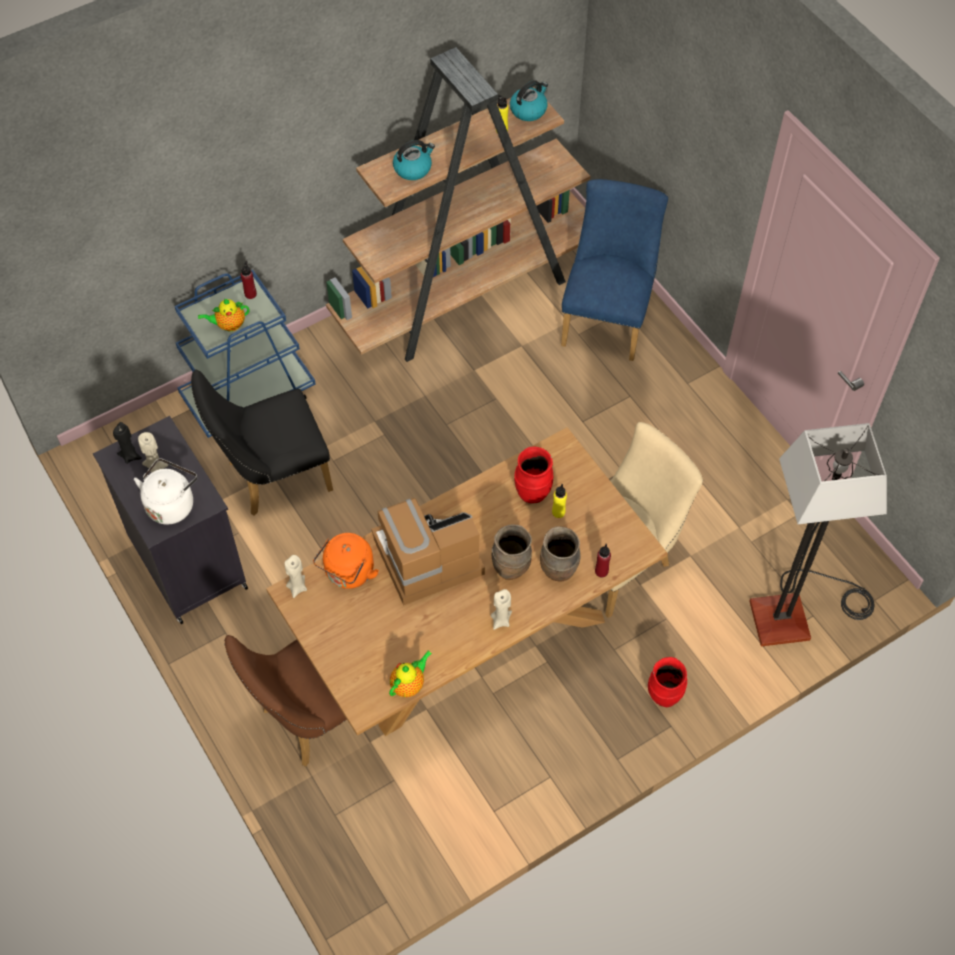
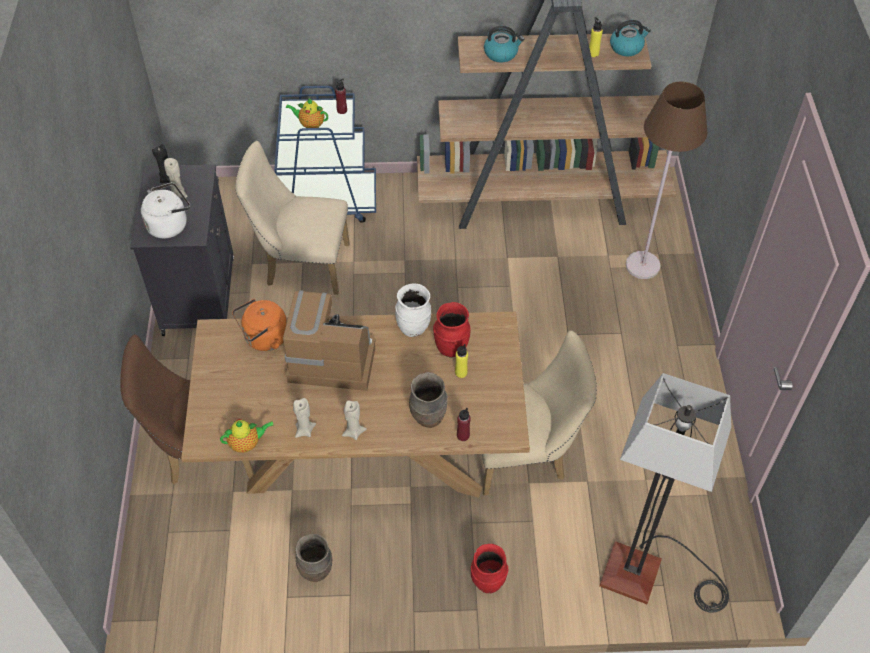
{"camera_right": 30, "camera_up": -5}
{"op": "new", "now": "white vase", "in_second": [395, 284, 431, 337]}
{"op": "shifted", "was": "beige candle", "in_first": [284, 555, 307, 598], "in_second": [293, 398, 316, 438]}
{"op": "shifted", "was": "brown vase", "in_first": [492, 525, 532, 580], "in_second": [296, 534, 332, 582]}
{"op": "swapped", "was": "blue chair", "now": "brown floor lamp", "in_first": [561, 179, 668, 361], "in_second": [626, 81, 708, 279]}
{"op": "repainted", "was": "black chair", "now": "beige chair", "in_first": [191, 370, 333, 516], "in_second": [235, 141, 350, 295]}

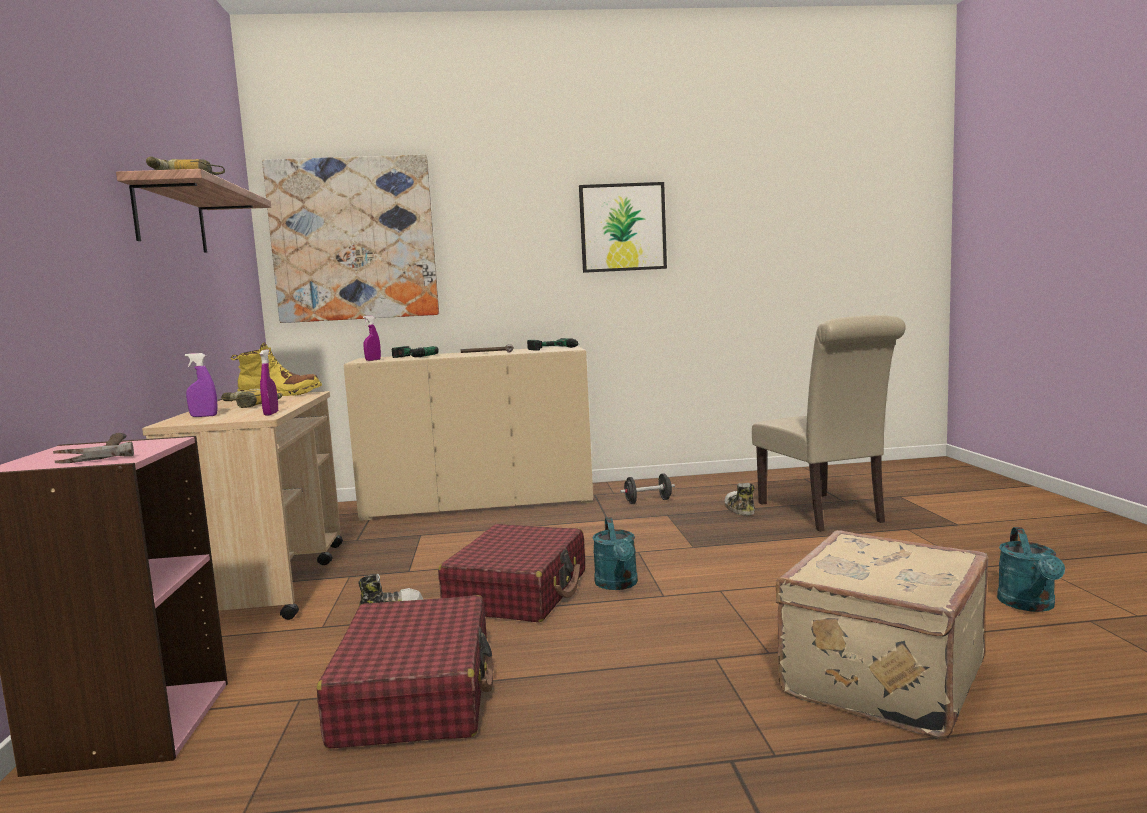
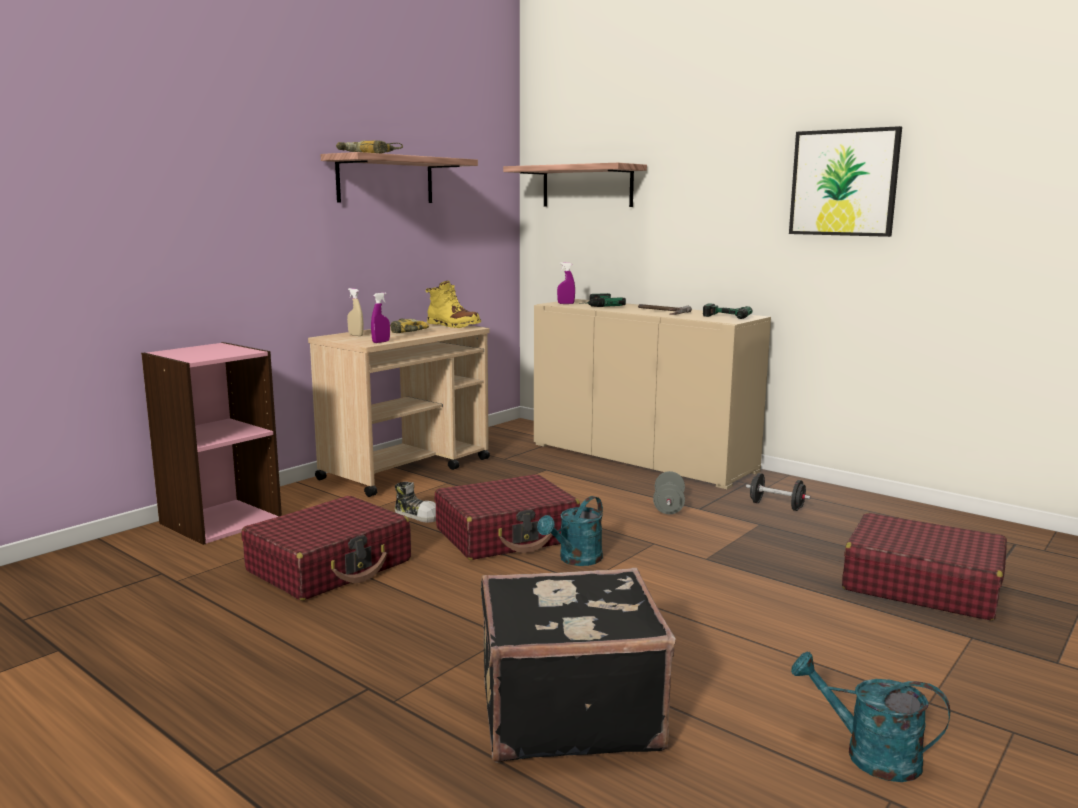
{"camera_right": 45, "camera_up": 5}
{"op": "gone", "was": "hammer", "in_first": [53, 433, 134, 463]}
{"op": "gone", "was": "shoe", "in_first": [724, 483, 755, 515]}
{"op": "new", "now": "grey dumbbell", "in_second": [653, 471, 685, 514]}
{"op": "swapped", "was": "picture", "now": "shelf", "in_first": [262, 154, 439, 323], "in_second": [503, 163, 647, 207]}
{"op": "swapped", "was": "beige chair", "now": "red suitcase", "in_first": [752, 315, 906, 532], "in_second": [842, 513, 1007, 620]}
{"op": "repainted", "was": "purple spray bottle", "now": "beige spray bottle", "in_first": [185, 353, 217, 417], "in_second": [347, 288, 364, 336]}
{"op": "repainted", "was": "beige suitcase", "now": "black suitcase", "in_first": [776, 530, 989, 738], "in_second": [481, 567, 676, 763]}
{"op": "rotated", "was": "turquoise watering can", "in_first": [997, 527, 1065, 612], "in_second": [791, 651, 950, 782], "clockwise": 60}

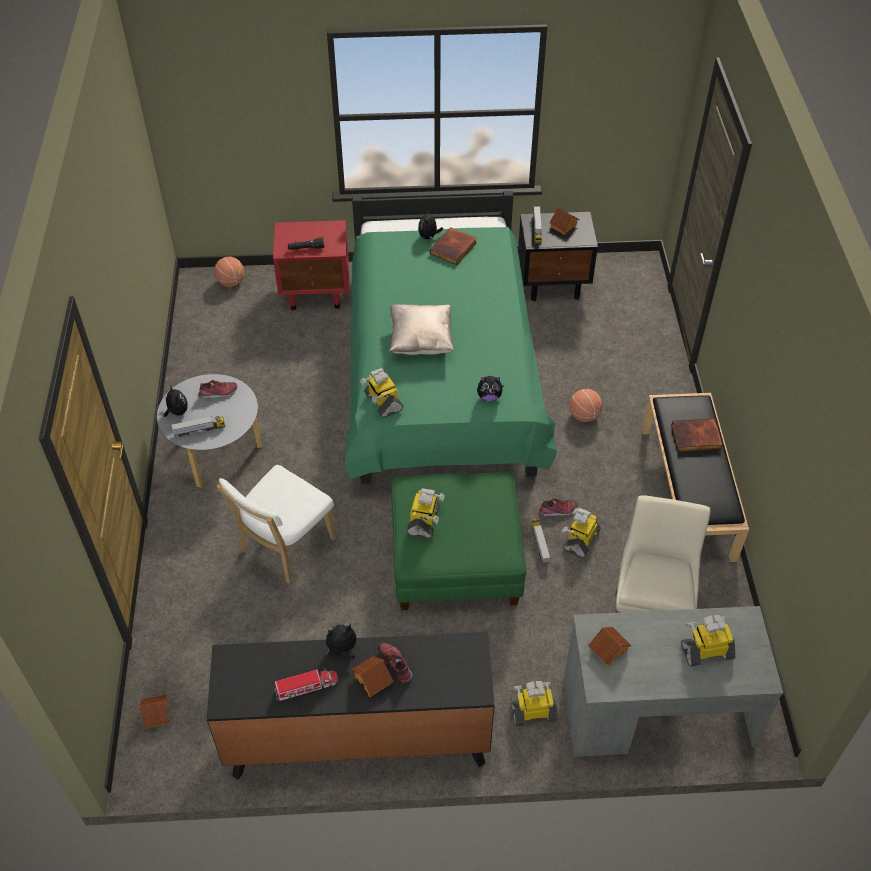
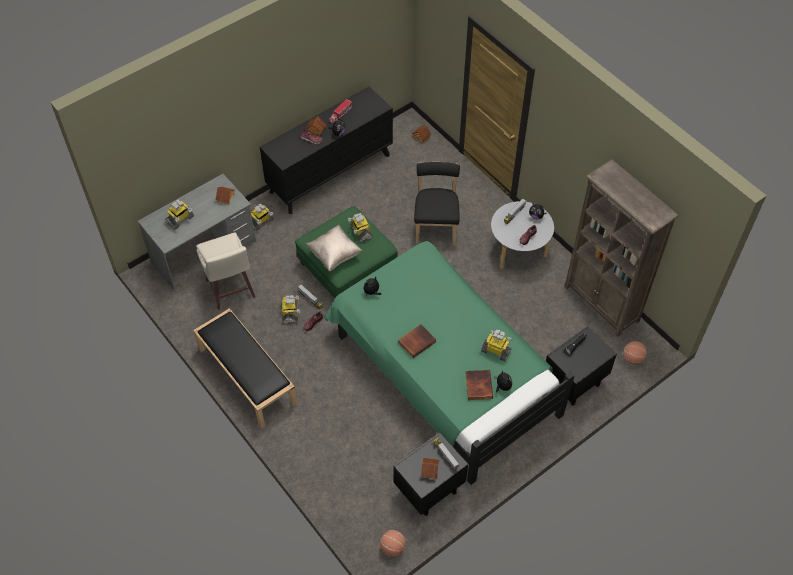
{"camera_right": 145, "camera_up": 5}
{"op": "new", "now": "brown bookcase", "in_second": [564, 160, 679, 337]}
{"op": "shifted", "was": "toy robot", "in_first": [360, 368, 403, 418], "in_second": [481, 330, 512, 362]}
{"op": "shifted", "was": "beige pillow", "in_first": [389, 304, 454, 355], "in_second": [306, 225, 363, 271]}
{"op": "shifted", "was": "basketball", "in_first": [569, 389, 603, 422], "in_second": [380, 530, 406, 557]}
{"op": "shifted", "was": "book", "in_first": [671, 418, 723, 452], "in_second": [398, 324, 436, 358]}
{"op": "repainted", "was": "white chair", "now": "black chair", "in_first": [217, 465, 336, 583], "in_second": [414, 162, 460, 245]}
{"op": "repainted", "was": "red nightstand", "now": "black nightstand", "in_first": [273, 220, 349, 310], "in_second": [546, 326, 617, 405]}

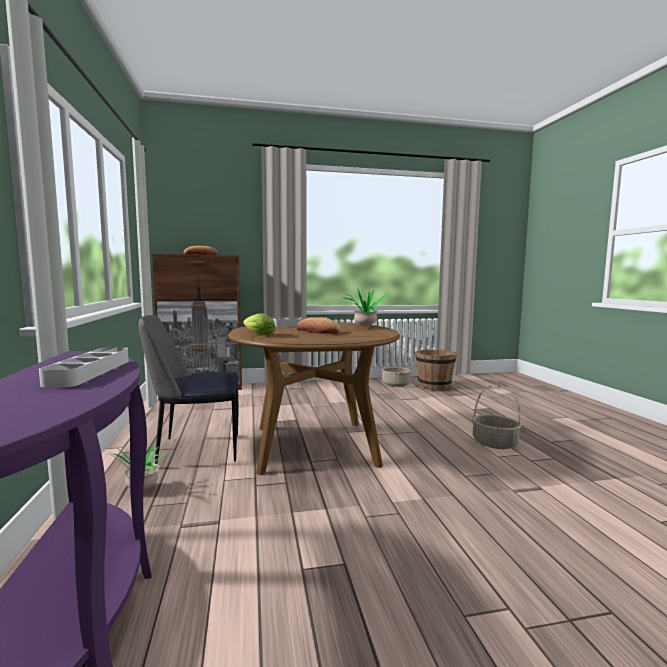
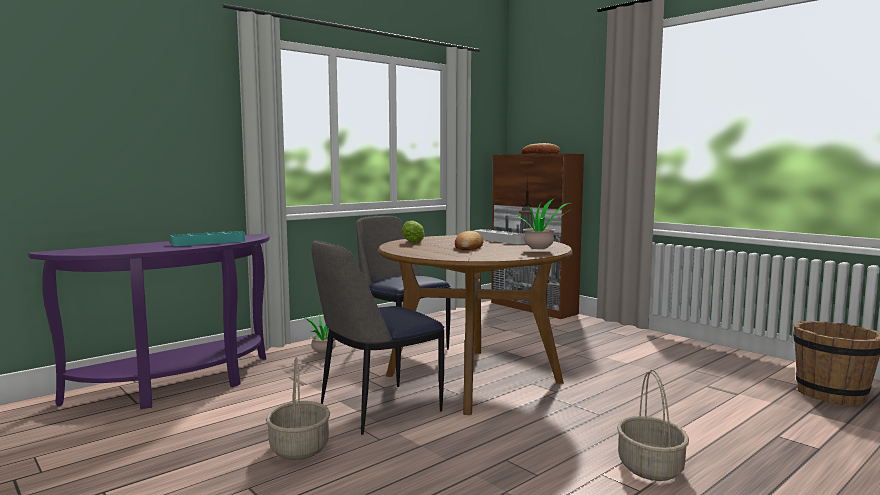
{"camera_right": 60, "camera_up": 0}
{"op": "new", "now": "chair", "in_second": [311, 240, 444, 435]}
{"op": "shifted", "was": "basket", "in_first": [382, 346, 412, 387], "in_second": [266, 357, 330, 460]}
{"op": "repainted", "was": "grey tray", "now": "turquoise tray", "in_first": [39, 347, 129, 388], "in_second": [171, 231, 245, 246]}

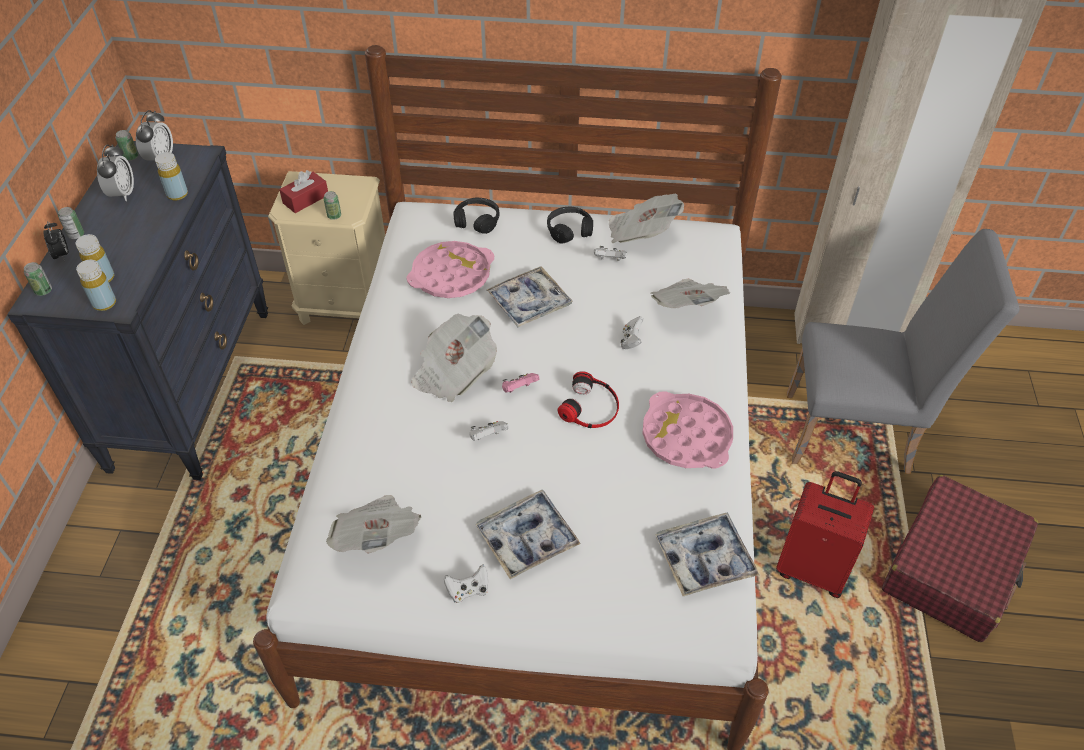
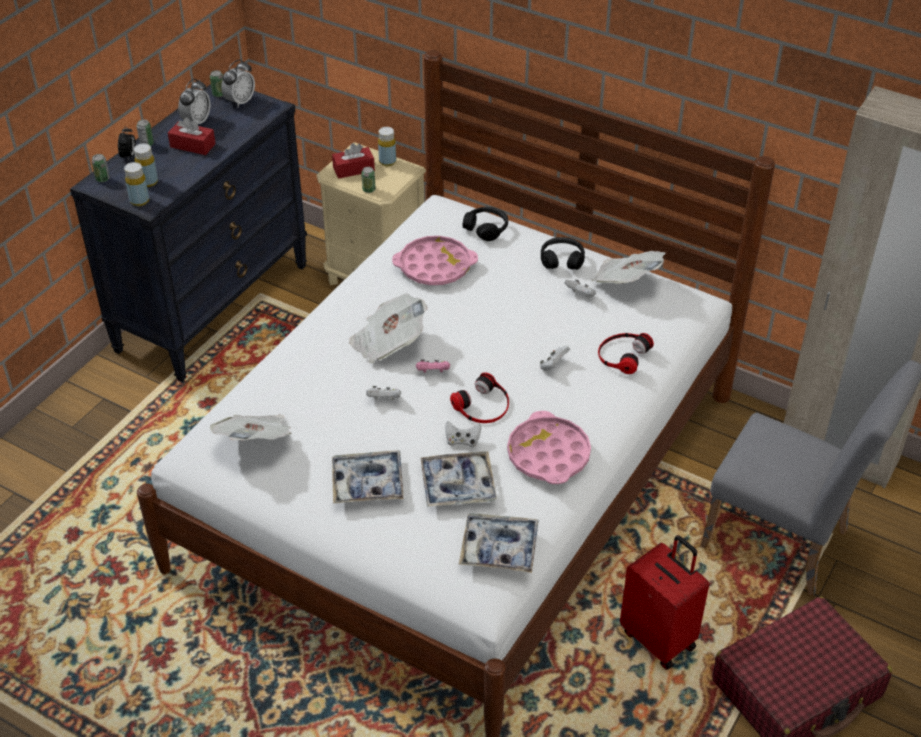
{"camera_right": 25, "camera_up": -5}
{"op": "new", "now": "red tissue box", "in_second": [168, 117, 216, 155]}
{"op": "shifted", "was": "yellow bottle", "in_first": [155, 152, 188, 201], "in_second": [378, 127, 396, 166]}
{"op": "shifted", "was": "white game controller", "in_first": [444, 564, 488, 603], "in_second": [445, 421, 481, 447]}
{"op": "shifted", "was": "tray", "in_first": [487, 266, 573, 327], "in_second": [421, 451, 497, 507]}
{"op": "swapped", "was": "newspaper", "now": "headphones", "in_first": [650, 279, 730, 308], "in_second": [598, 333, 654, 374]}

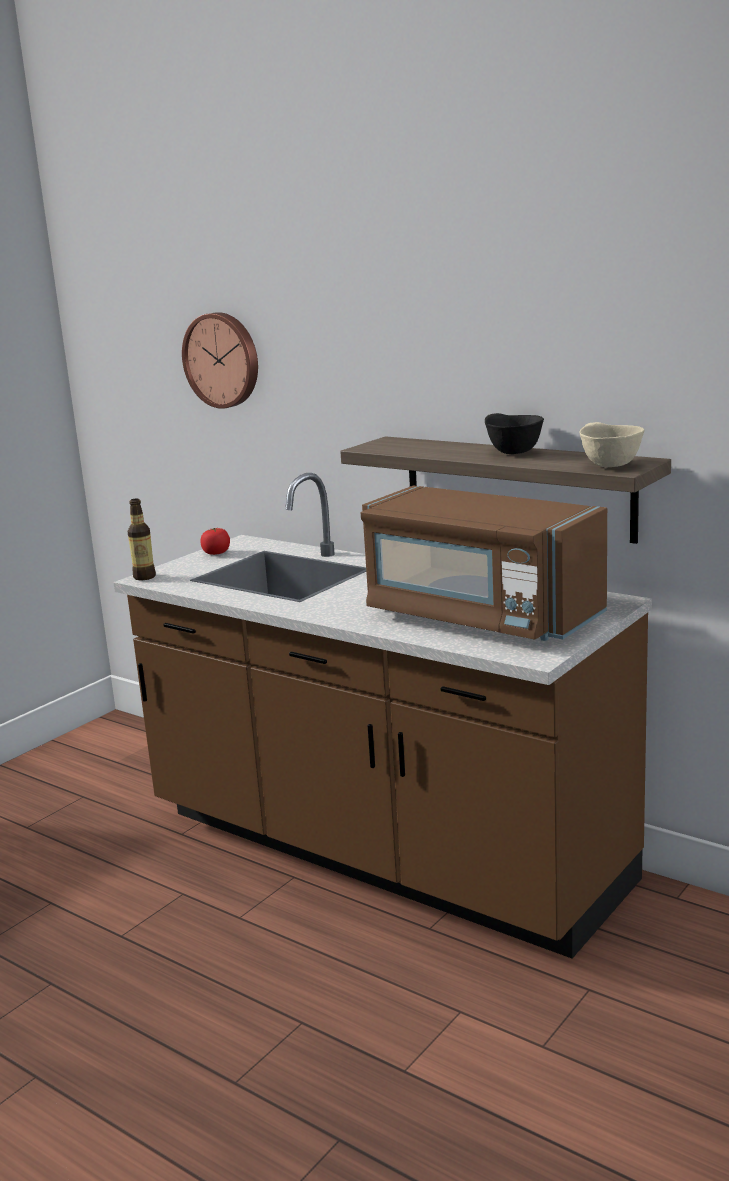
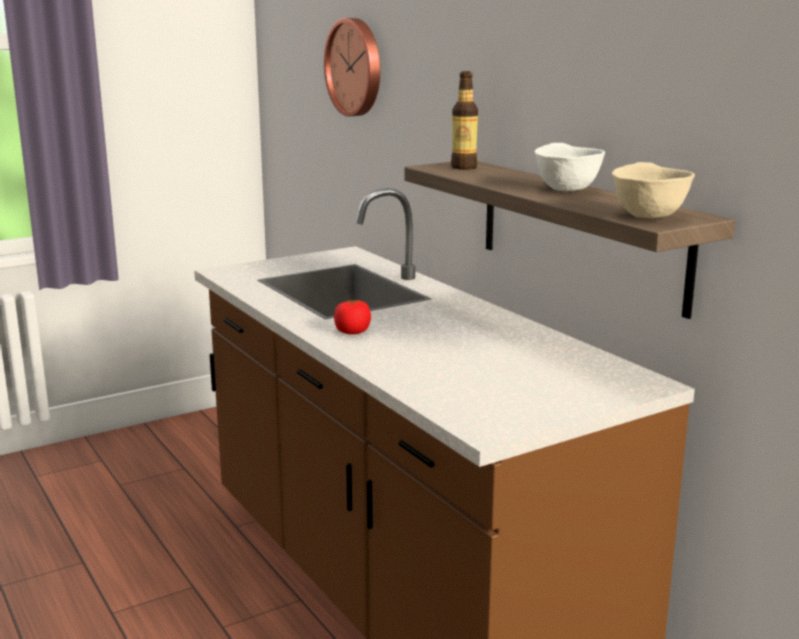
{"camera_right": 20, "camera_up": 0}
{"op": "gone", "was": "brown microwave", "in_first": [360, 485, 607, 641]}
{"op": "shifted", "was": "bottle", "in_first": [127, 499, 156, 580], "in_second": [451, 71, 478, 170]}
{"op": "shifted", "was": "tomato", "in_first": [201, 528, 230, 555], "in_second": [334, 300, 371, 334]}
{"op": "repainted", "was": "black bowl", "now": "white bowl", "in_first": [485, 413, 544, 454], "in_second": [535, 143, 605, 191]}

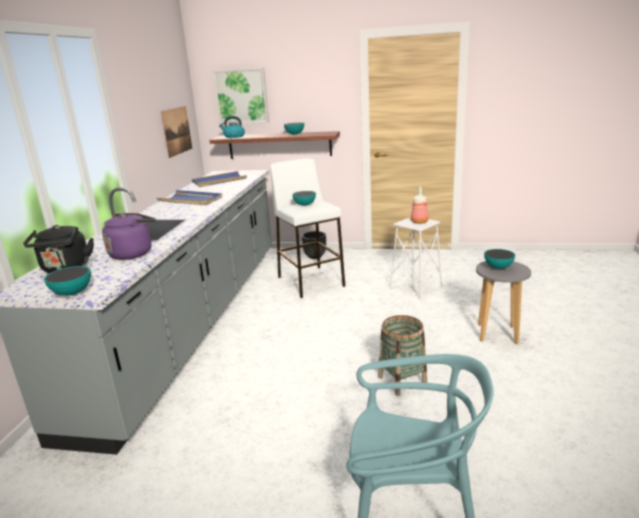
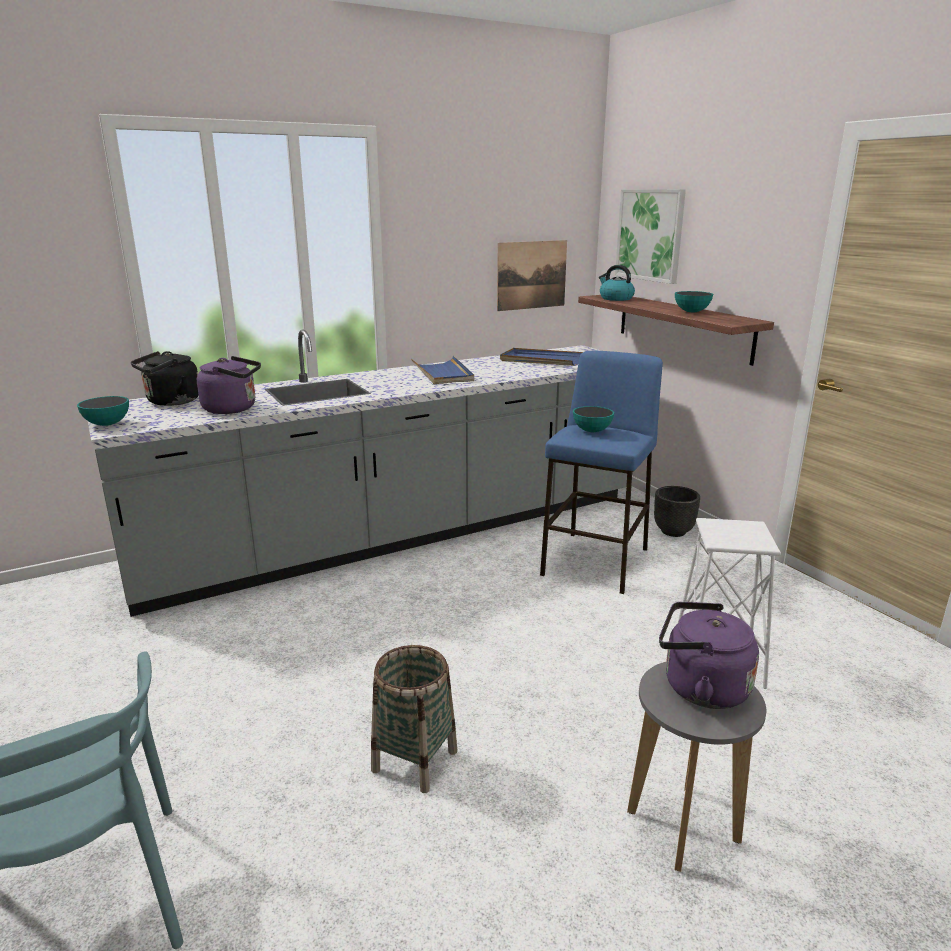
{"camera_right": 50, "camera_up": 0}
{"op": "gone", "was": "bottle", "in_first": [411, 187, 429, 224]}
{"op": "swapped", "was": "bowl", "now": "purple kettle", "in_first": [484, 249, 515, 269], "in_second": [659, 602, 759, 709]}
{"op": "repainted", "was": "white stool", "now": "blue stool", "in_first": [270, 158, 345, 298], "in_second": [540, 351, 663, 594]}

